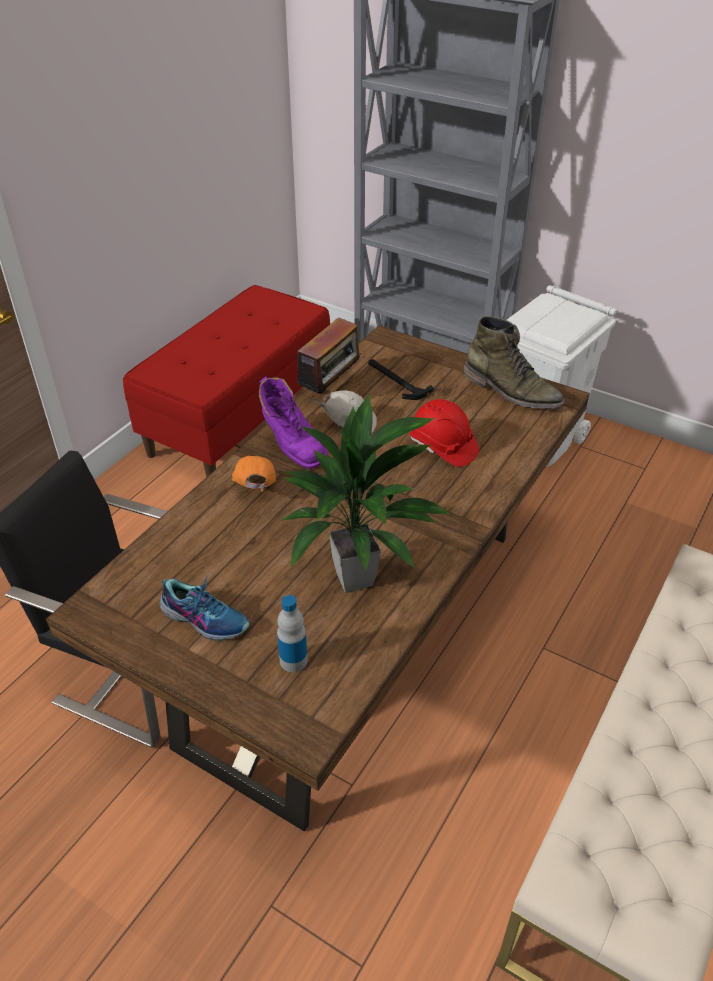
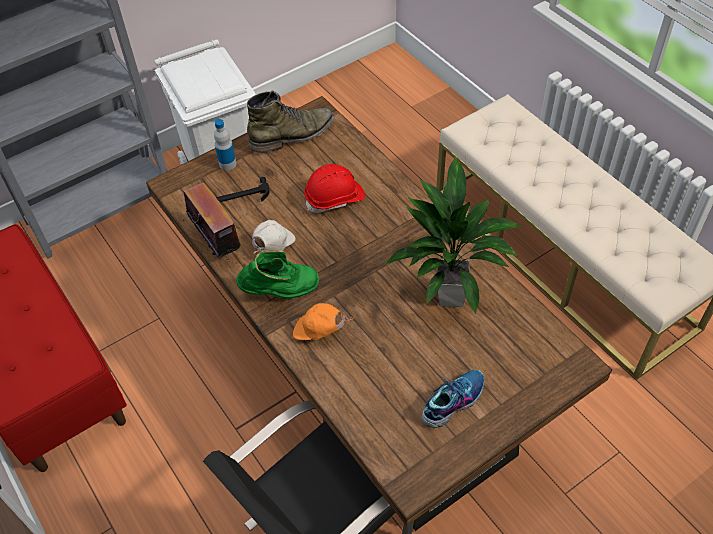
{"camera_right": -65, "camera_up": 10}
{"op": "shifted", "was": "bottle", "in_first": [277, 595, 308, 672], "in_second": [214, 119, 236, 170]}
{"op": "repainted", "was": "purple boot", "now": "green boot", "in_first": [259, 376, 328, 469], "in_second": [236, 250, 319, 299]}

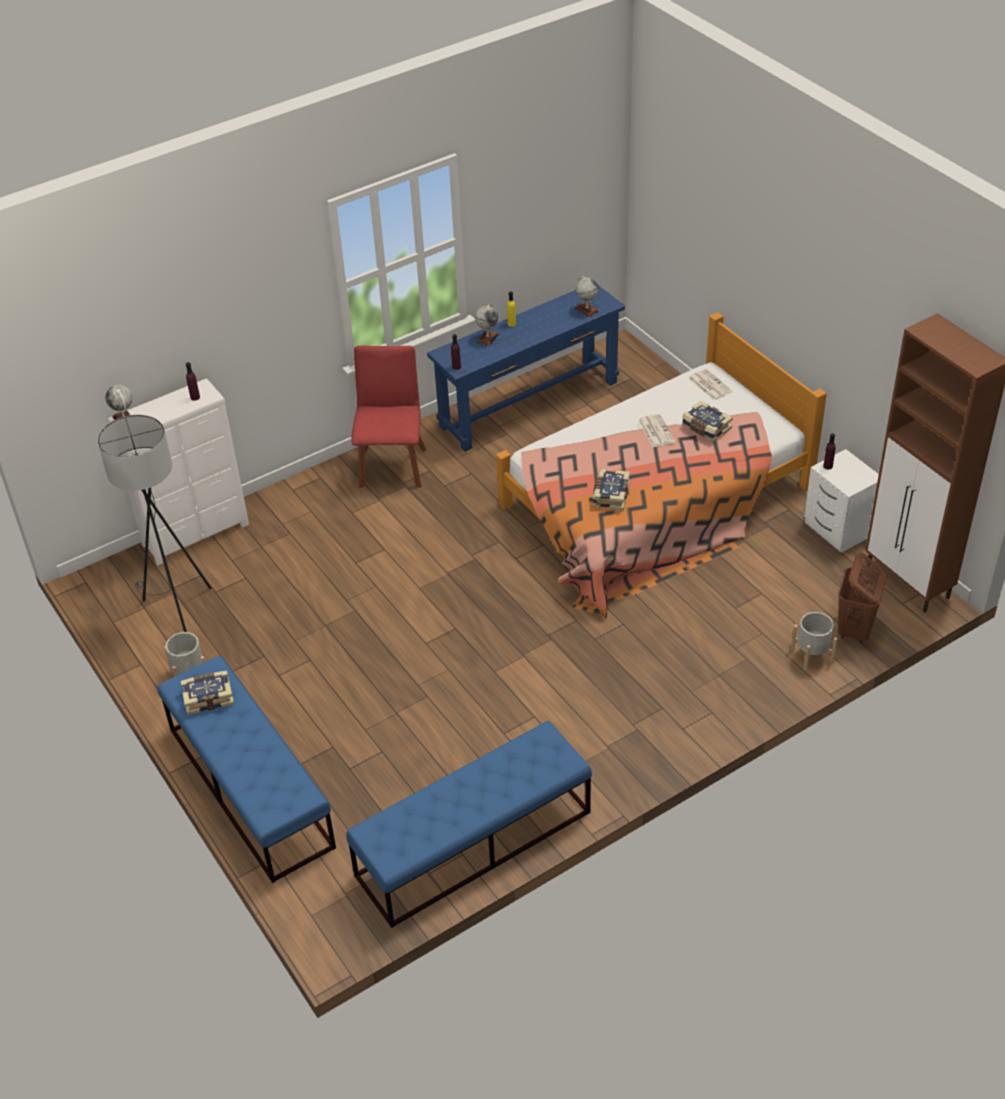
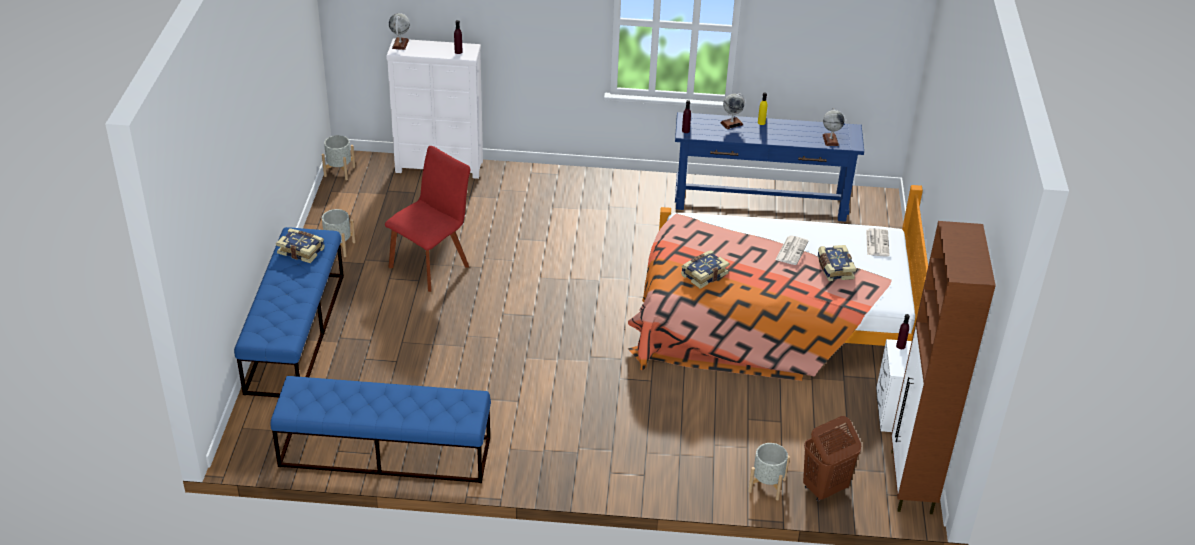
{"camera_right": 35, "camera_up": -5}
{"op": "gone", "was": "grey floor lamp", "in_first": [98, 415, 212, 632]}
{"op": "new", "now": "grey planter", "in_second": [322, 135, 355, 180]}
{"op": "shifted", "was": "red chair", "in_first": [351, 346, 426, 488], "in_second": [385, 146, 470, 292]}

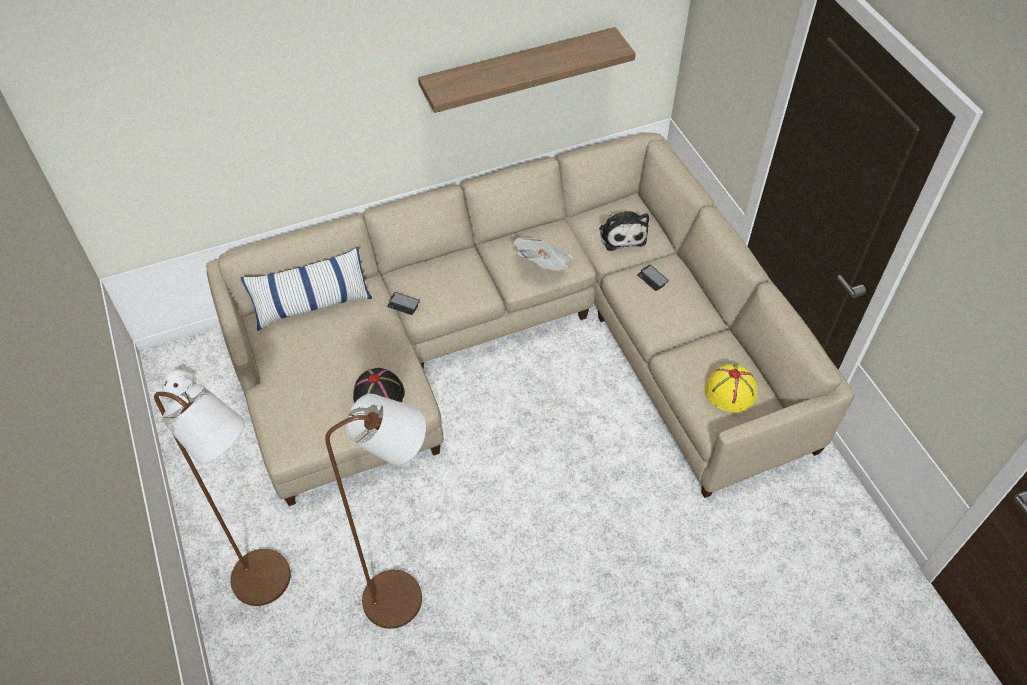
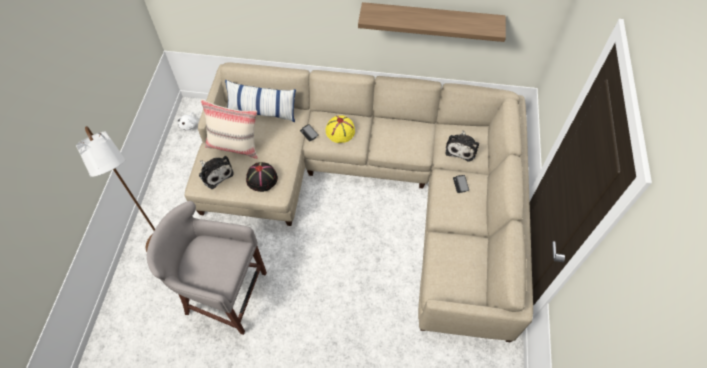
{"camera_right": 30, "camera_up": 5}
{"op": "gone", "was": "newspaper", "in_first": [514, 237, 573, 272]}
{"op": "new", "now": "plush toy", "in_second": [199, 156, 234, 189]}
{"op": "new", "now": "beige pillow", "in_second": [201, 99, 258, 159]}
{"op": "shifted", "was": "yellow hat", "in_first": [705, 364, 757, 412], "in_second": [326, 116, 355, 143]}
{"op": "swapped", "was": "brown floor lamp", "now": "grey stool", "in_first": [325, 394, 426, 629], "in_second": [147, 201, 267, 335]}

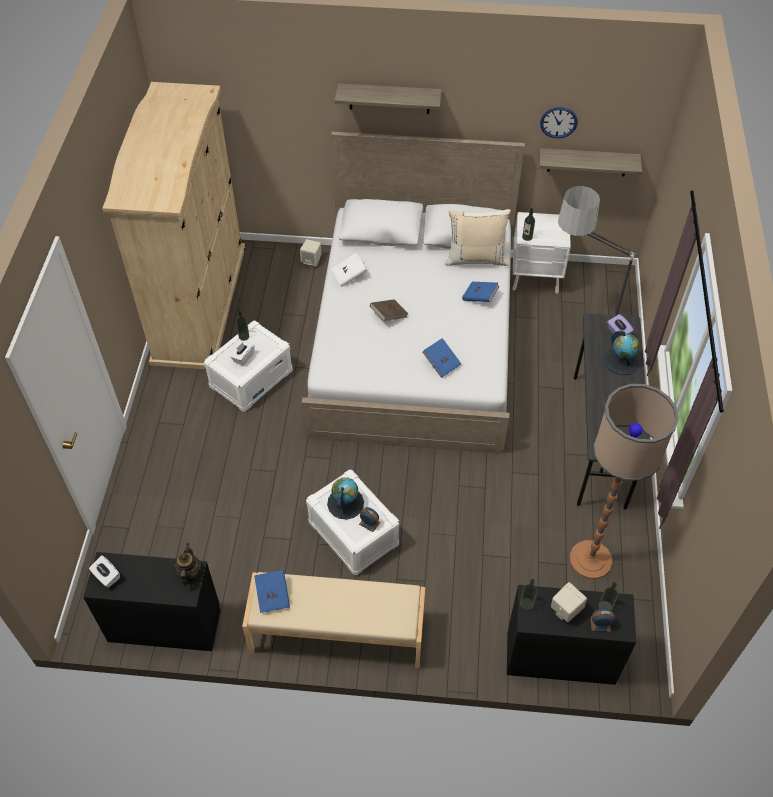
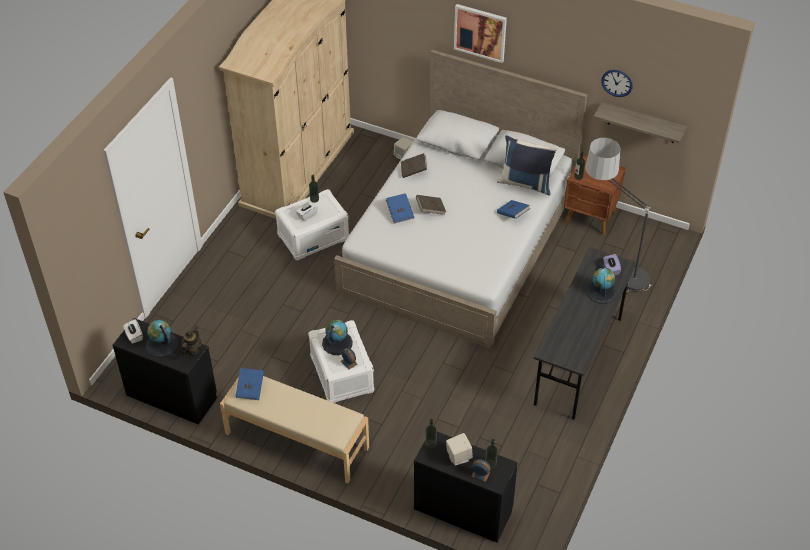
{"camera_right": 20, "camera_up": -5}
{"op": "gone", "was": "floor lamp", "in_first": [570, 384, 679, 579]}
{"op": "new", "now": "globe", "in_second": [146, 320, 178, 357]}
{"op": "shifted", "was": "blue book", "in_first": [423, 338, 461, 378], "in_second": [386, 193, 414, 223]}
{"op": "swapped", "was": "shelf", "now": "picture", "in_first": [335, 83, 442, 114], "in_second": [454, 4, 507, 63]}
{"op": "repainted", "was": "white book", "now": "brown book", "in_first": [332, 253, 367, 287], "in_second": [401, 153, 427, 178]}
{"op": "repainted", "was": "beige pillow", "now": "blue pillow", "in_first": [445, 209, 511, 266], "in_second": [497, 135, 558, 195]}
{"op": "repainted", "was": "white nightstand", "now": "brown nightstand", "in_first": [512, 212, 571, 294], "in_second": [564, 155, 626, 235]}

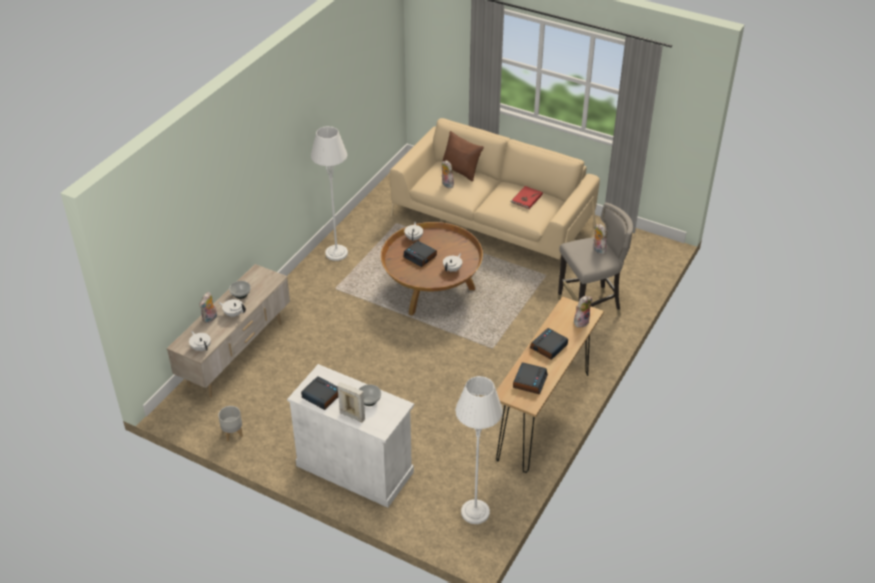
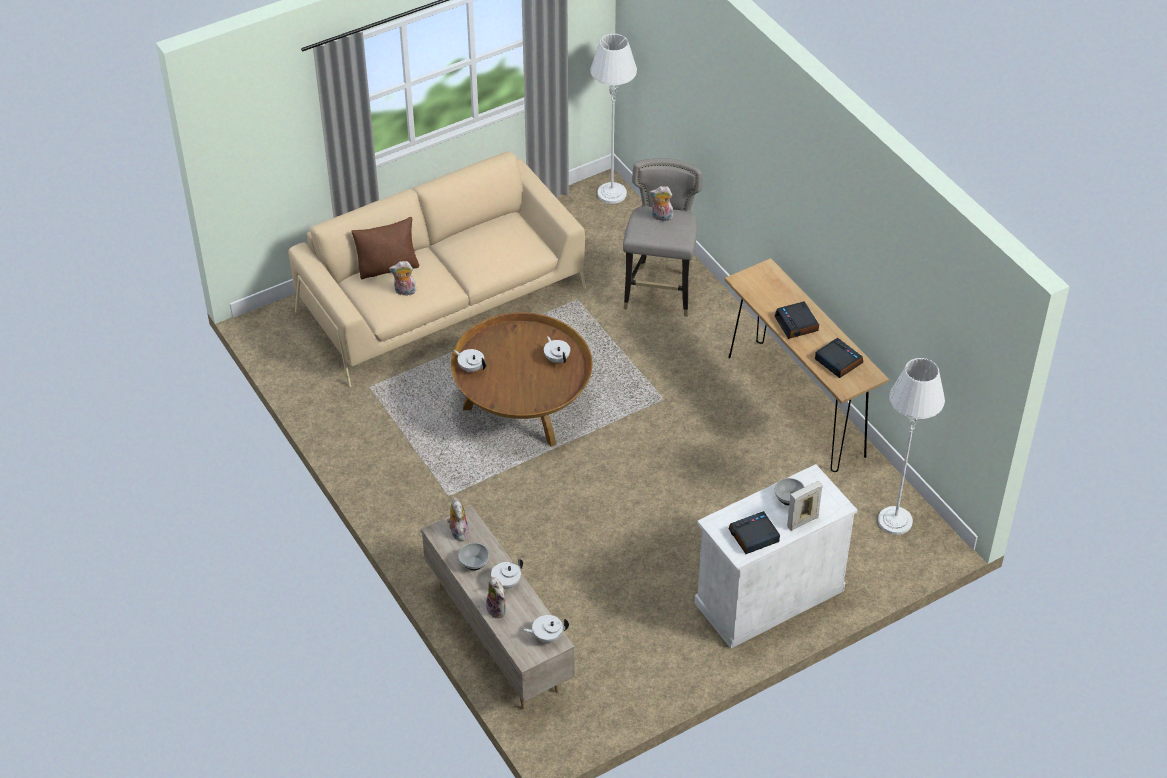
{"camera_right": -60, "camera_up": 5}
{"op": "gone", "was": "grey planter", "in_first": [218, 406, 243, 442]}
{"op": "gone", "was": "alarm clock", "in_first": [403, 241, 437, 267]}
{"op": "gone", "was": "red book", "in_first": [510, 186, 543, 209]}
{"op": "shifted", "was": "white floor lamp", "in_first": [311, 126, 348, 261], "in_second": [590, 34, 637, 204]}
{"op": "shifted", "was": "plush toy", "in_first": [574, 296, 592, 328], "in_second": [447, 497, 469, 541]}

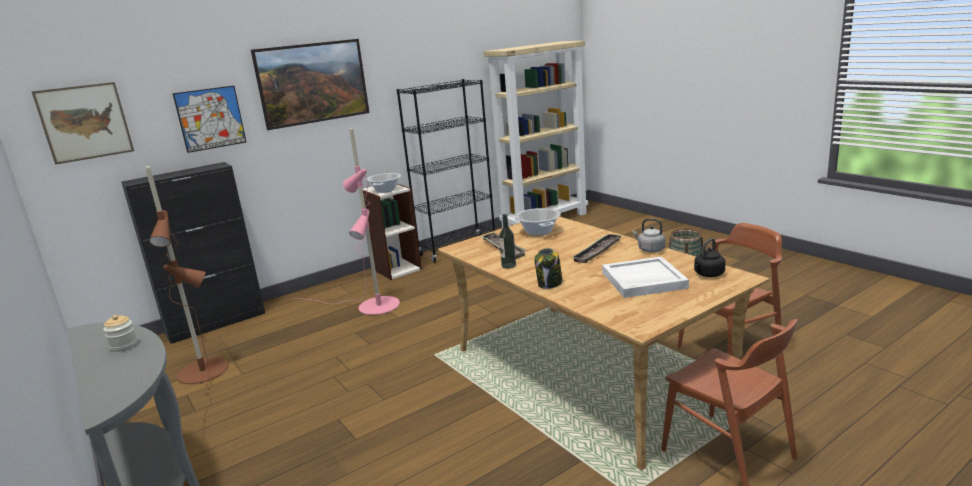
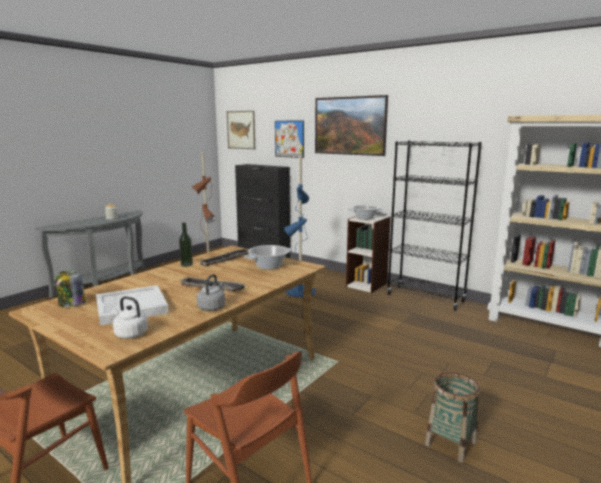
{"camera_right": 70, "camera_up": -5}
{"op": "shifted", "was": "jar", "in_first": [535, 248, 563, 289], "in_second": [55, 270, 85, 307]}
{"op": "repainted", "was": "pink floor lamp", "now": "blue floor lamp", "in_first": [293, 128, 400, 315], "in_second": [284, 155, 316, 297]}
{"op": "repainted", "was": "black kettle", "now": "white kettle", "in_first": [694, 238, 726, 277], "in_second": [113, 296, 148, 339]}

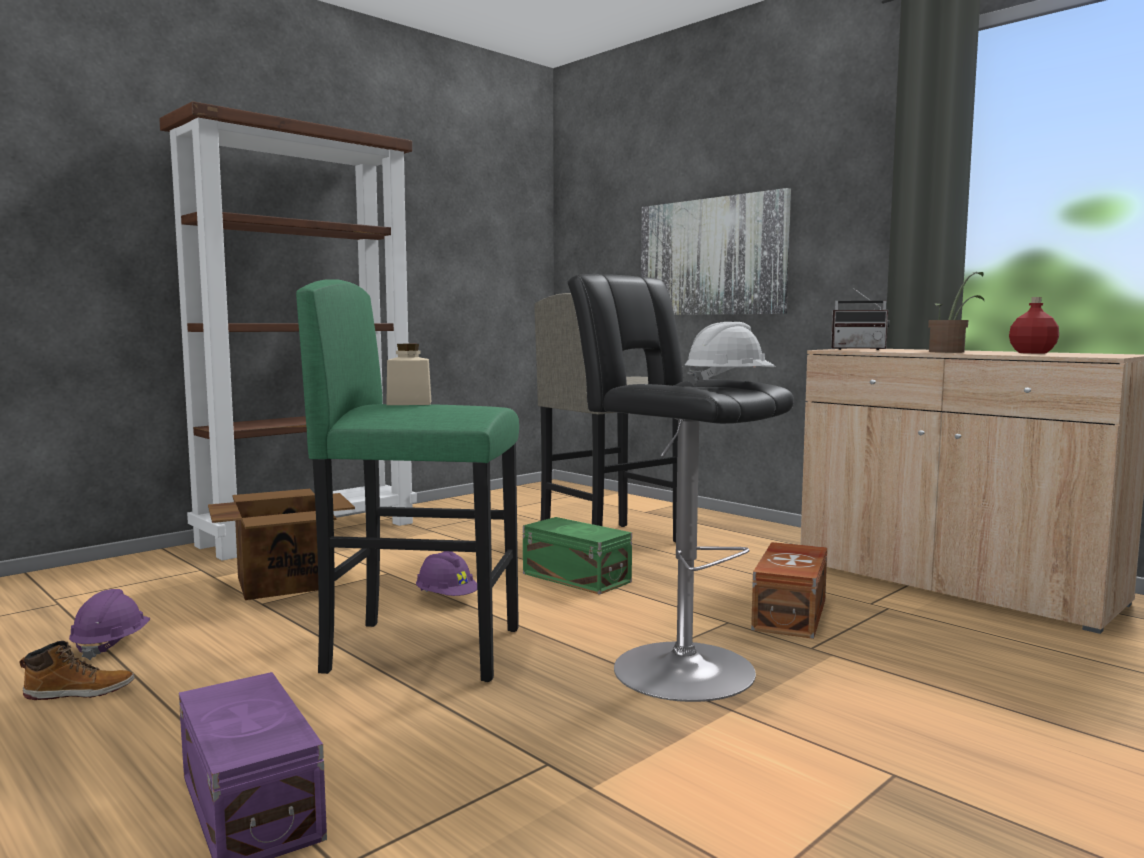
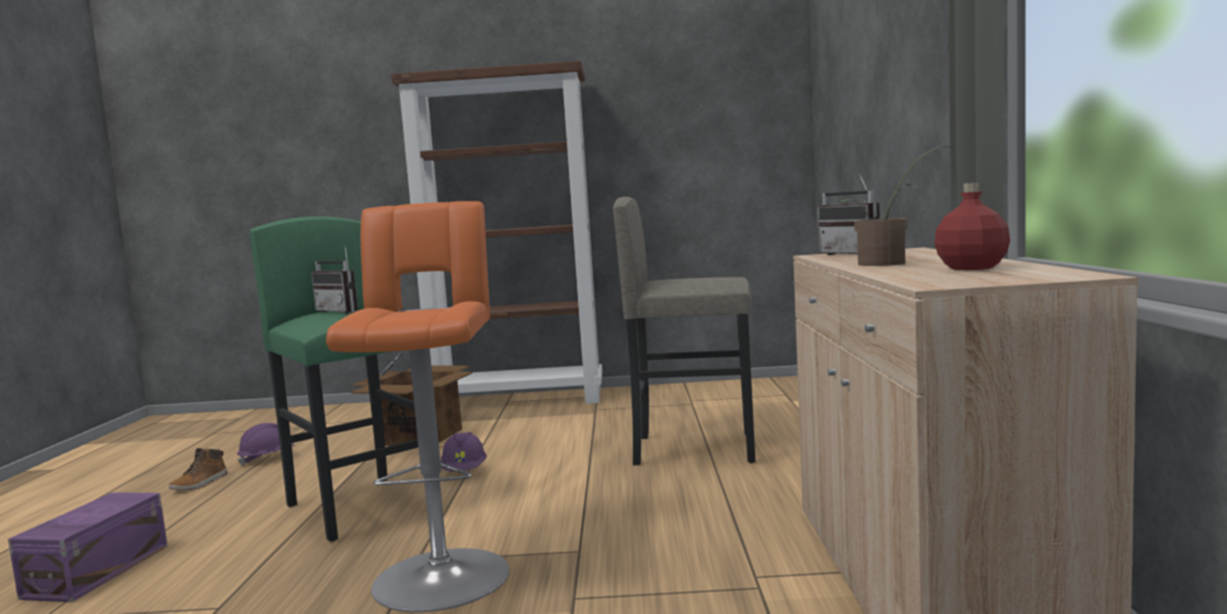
{"camera_right": 45, "camera_up": 0}
{"op": "gone", "was": "green storage box", "in_first": [523, 517, 632, 595]}
{"op": "gone", "was": "picture", "in_first": [641, 188, 791, 315]}
{"op": "gone", "was": "white hard hat", "in_first": [685, 322, 776, 386]}
{"op": "gone", "was": "brown storage box", "in_first": [751, 542, 827, 639]}
{"op": "swapped", "was": "beige jar", "now": "radio", "in_first": [386, 344, 432, 405], "in_second": [311, 245, 358, 314]}
{"op": "repainted", "was": "black stool", "now": "orange stool", "in_first": [567, 274, 794, 702], "in_second": [326, 201, 509, 612]}
{"op": "rotated", "was": "boot", "in_first": [19, 641, 135, 700], "in_second": [169, 448, 227, 490], "clockwise": 75}

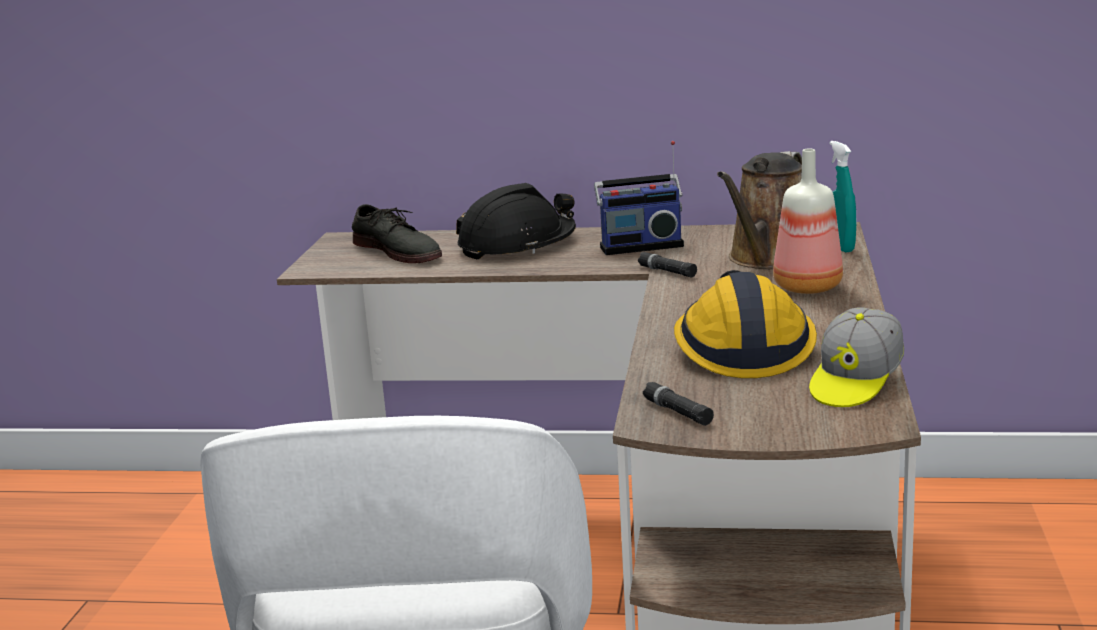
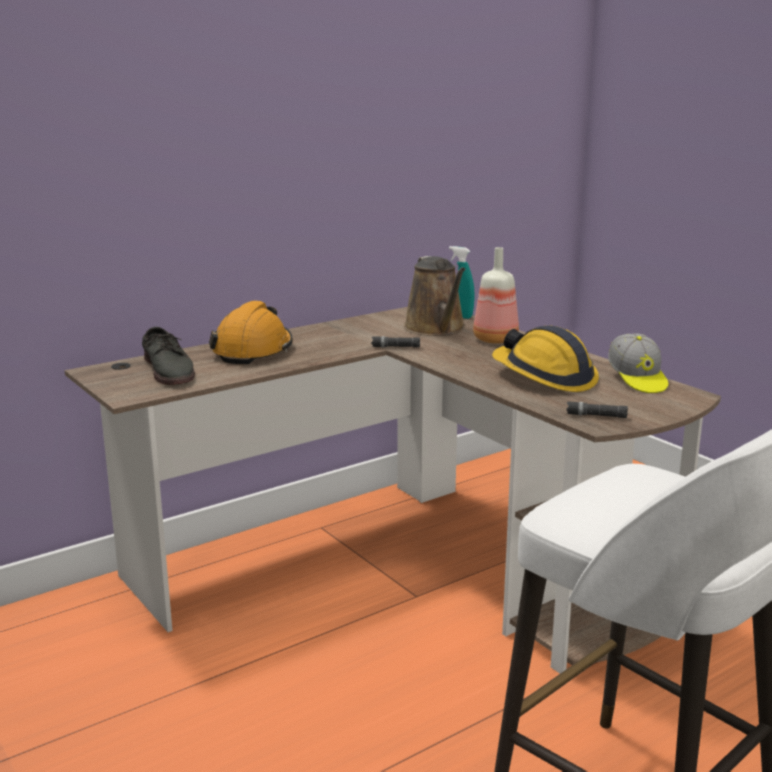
{"camera_right": -45, "camera_up": 0}
{"op": "gone", "was": "radio", "in_first": [594, 141, 684, 255]}
{"op": "repainted", "was": "black hard hat", "now": "orange hard hat", "in_first": [456, 183, 576, 259], "in_second": [209, 301, 293, 364]}
{"op": "rotated", "was": "grey shoe", "in_first": [352, 204, 442, 263], "in_second": [142, 327, 195, 385], "clockwise": 60}

